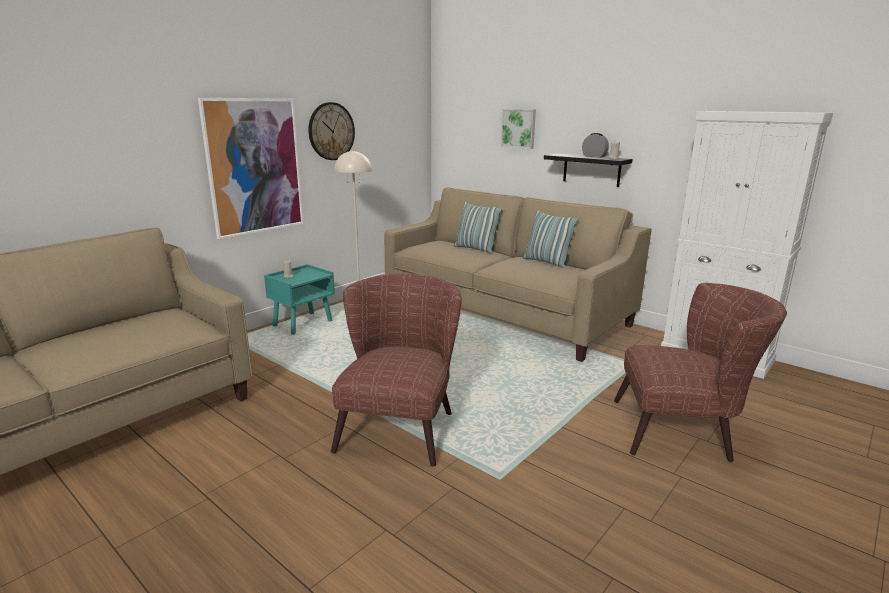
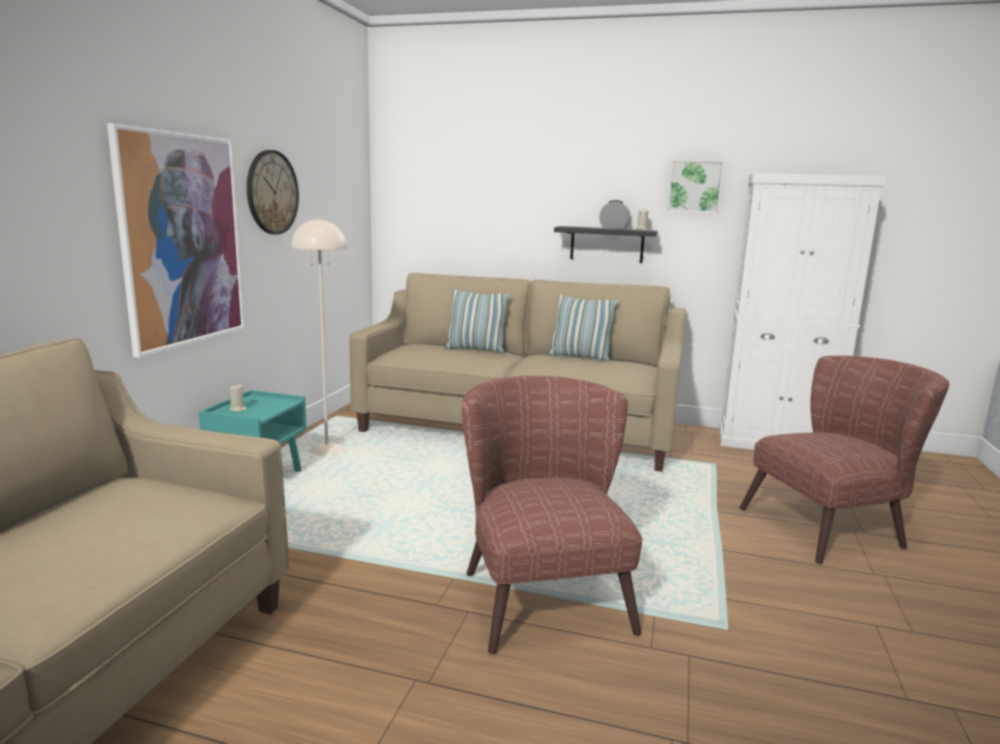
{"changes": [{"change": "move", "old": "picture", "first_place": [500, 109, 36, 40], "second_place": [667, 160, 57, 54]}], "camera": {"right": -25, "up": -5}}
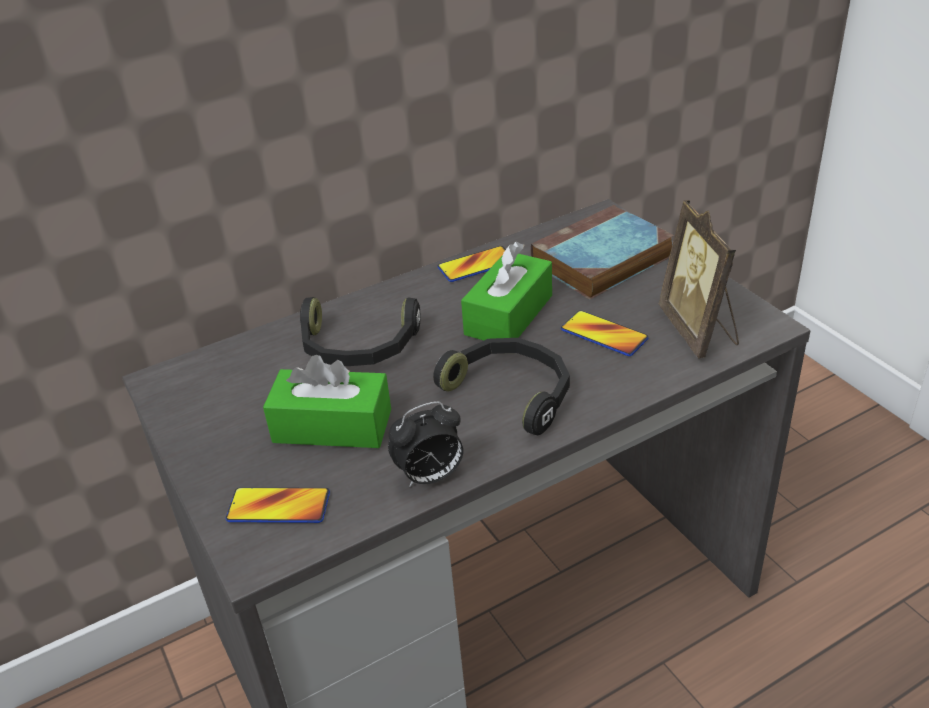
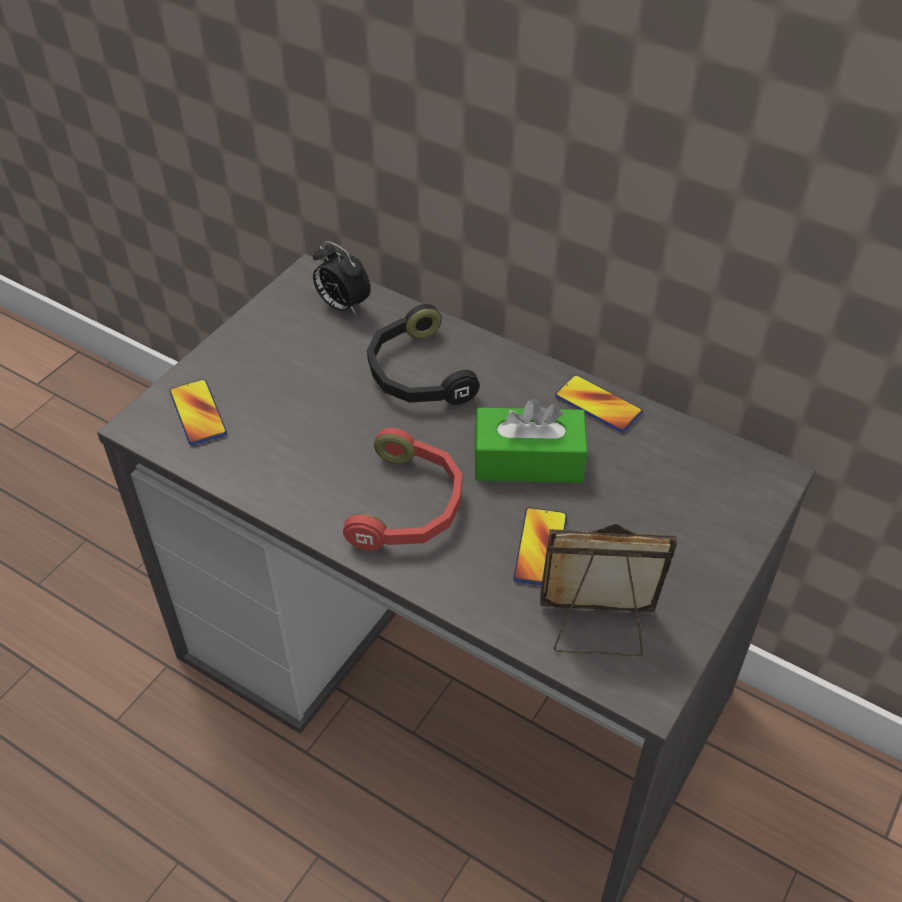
{"changes": [{"change": "move", "old": "alarm clock", "first_place": [388, 401, 75, 86], "second_place": [313, 241, 58, 74]}, {"change": "recolor", "old": "headphones/black", "new": "headphones/red", "first_place": [433, 338, 137, 97], "second_place": [343, 428, 119, 122]}, {"change": "rotate", "old": "picture frame", "first_place": [658, 200, 81, 158], "second_place": [540, 524, 137, 132], "degrees": 45}, {"change": "delete", "old": "tissue box/green", "first_place": [263, 355, 128, 93]}, {"change": "delete", "old": "book", "first_place": [531, 205, 143, 95]}], "camera": {"right": 60, "up": 10}}
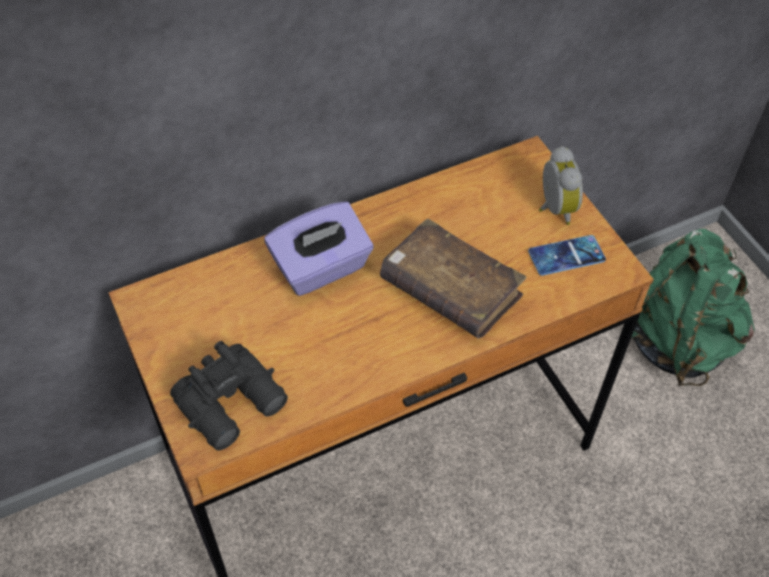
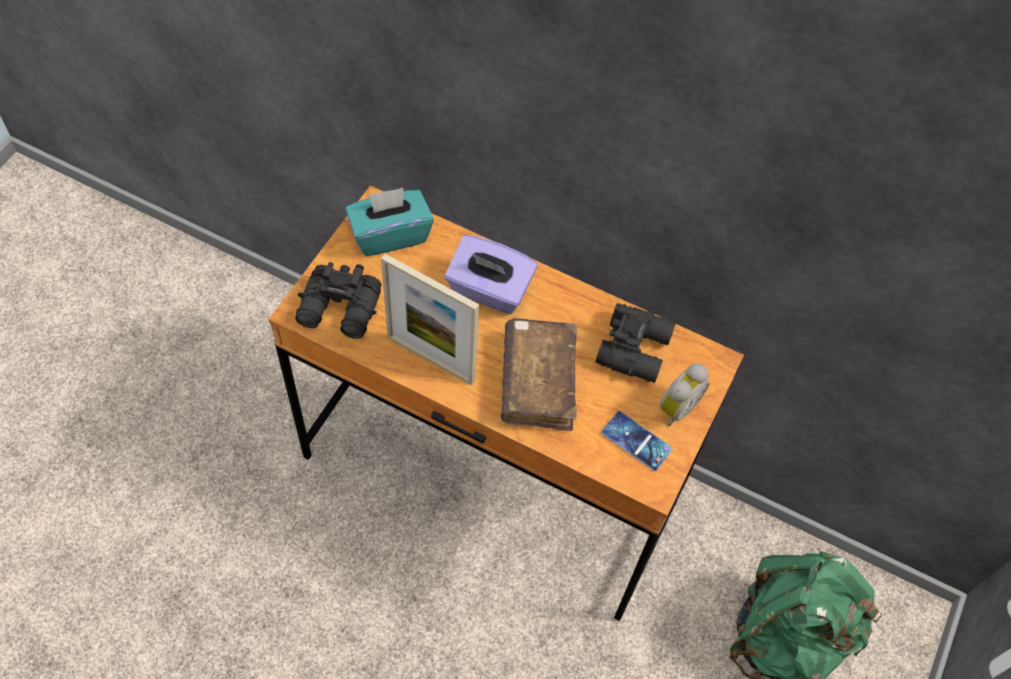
{"changes": [{"change": "insert", "new": "tissue box/turquoise", "second_place": [345, 188, 89, 68]}, {"change": "insert", "new": "picture frame", "second_place": [381, 254, 98, 131]}, {"change": "insert", "new": "binoculars/black", "second_place": [596, 303, 80, 80]}], "camera": {"right": 50, "up": 5}}
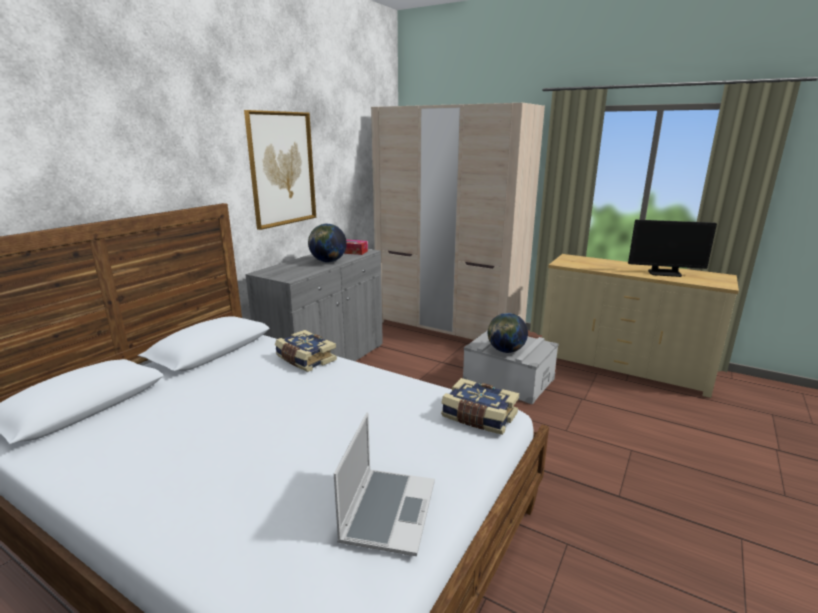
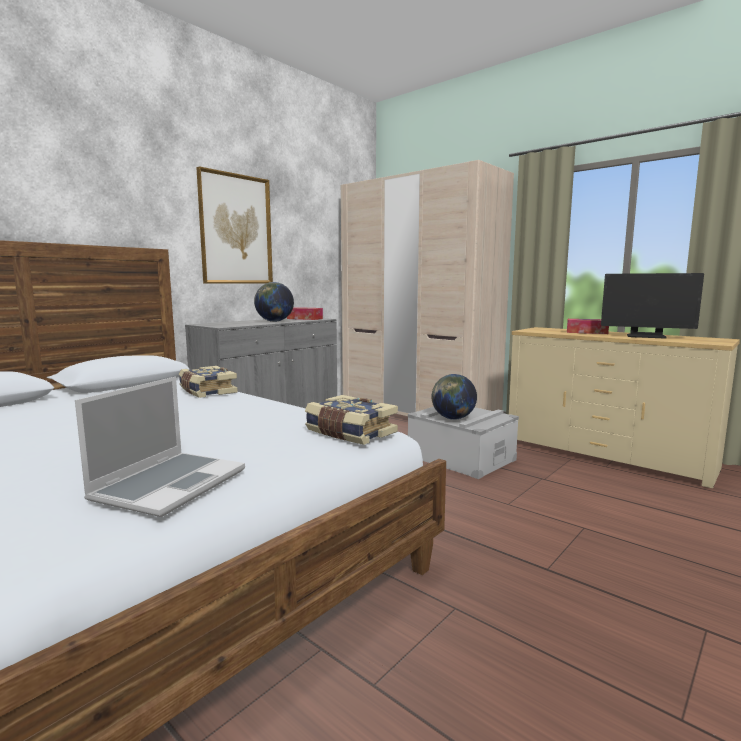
{"changes": [{"change": "insert", "new": "tissue box", "second_place": [567, 319, 42, 15]}], "camera": {"right": 10, "up": -10}}
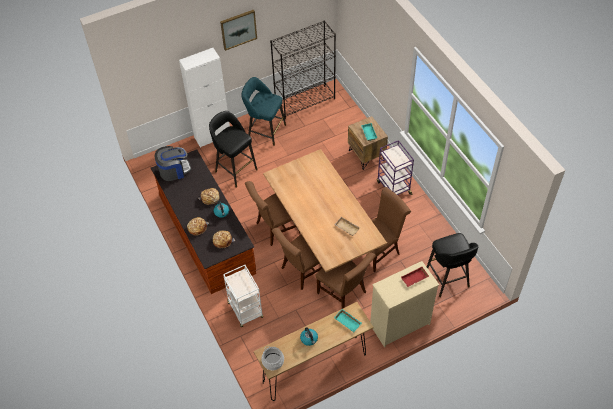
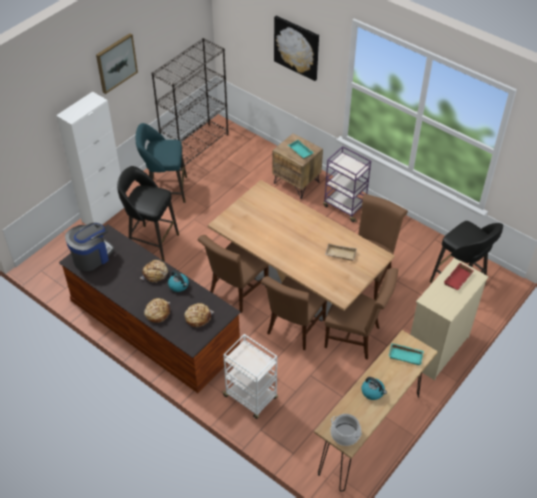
{"changes": [{"change": "insert", "new": "picture", "second_place": [274, 16, 45, 65]}], "camera": {"right": -25, "up": -5}}
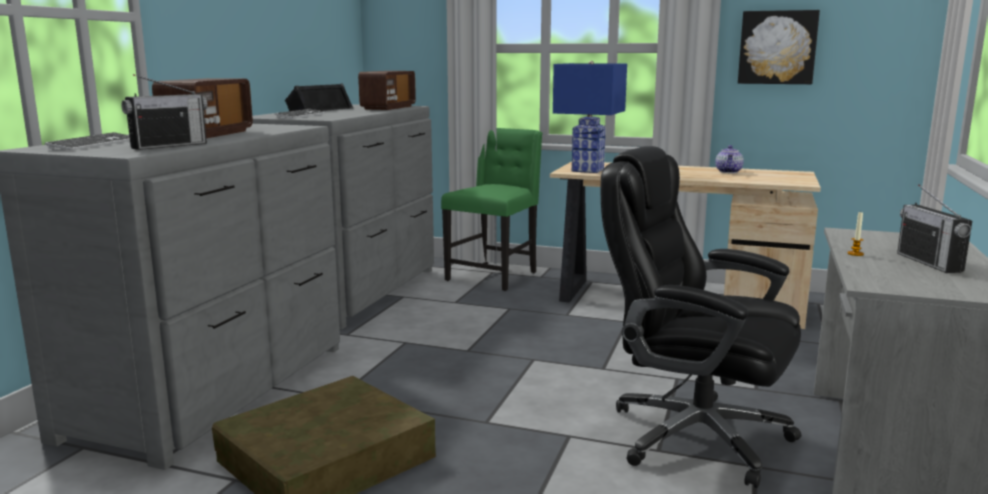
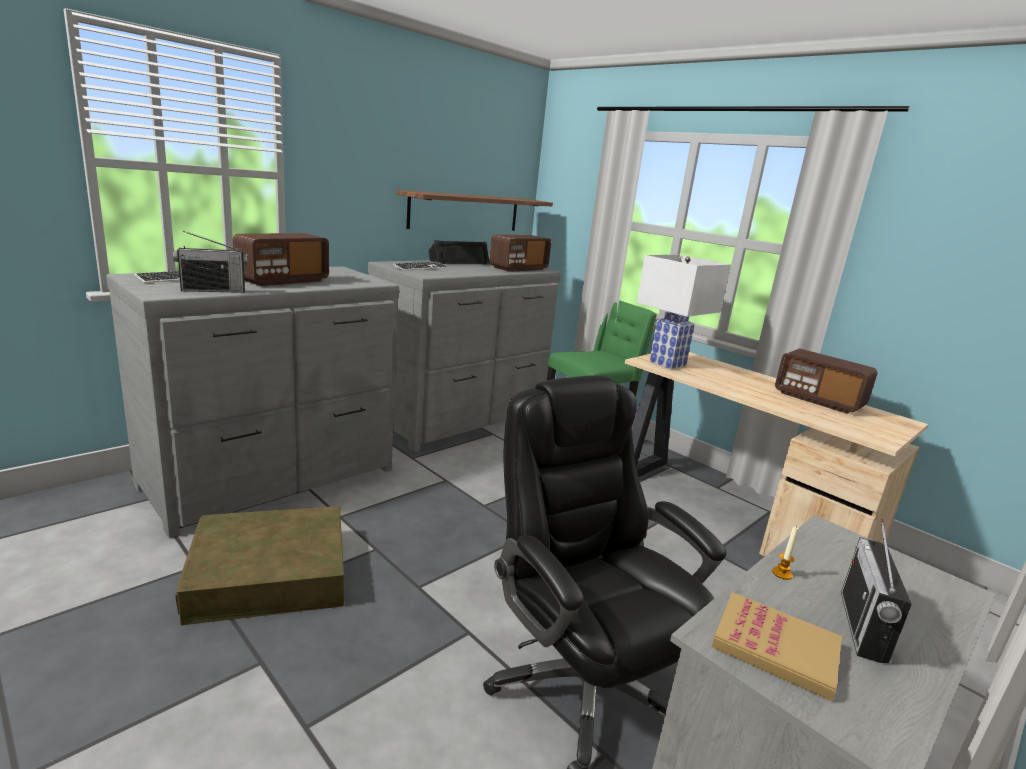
{"changes": [{"change": "insert", "new": "shelf", "second_place": [396, 190, 157, 41]}, {"change": "recolor", "old": "table lamp/blue", "new": "table lamp/white", "first_place": [553, 61, 74, 112], "second_place": [637, 255, 94, 114]}, {"change": "insert", "new": "book", "second_place": [712, 592, 130, 109]}, {"change": "replace", "old": "teapot", "new": "radio", "first_place": [715, 145, 29, 28], "second_place": [775, 349, 102, 65]}, {"change": "delete", "old": "picture", "first_place": [738, 10, 82, 74]}], "camera": {"right": 25, "up": 5}}
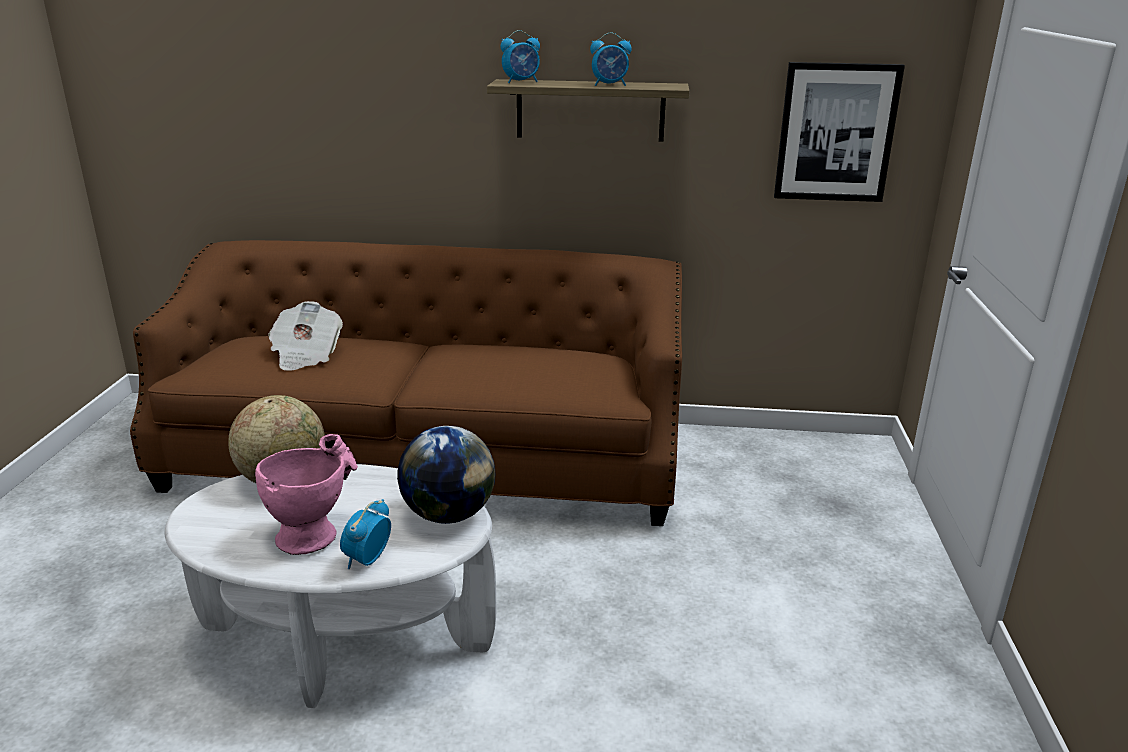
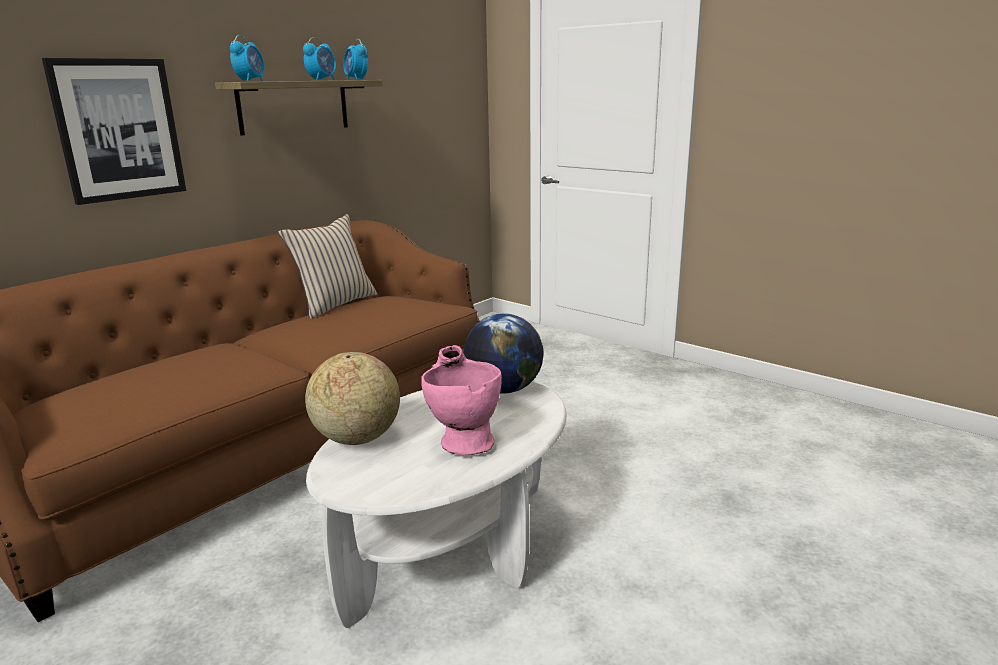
{"changes": [{"change": "move", "old": "picture", "first_place": [774, 62, 131, 140], "second_place": [42, 58, 144, 147]}, {"change": "insert", "new": "pillow/beige", "second_place": [278, 214, 99, 105]}, {"change": "move", "old": "alarm clock", "first_place": [340, 499, 51, 70], "second_place": [343, 39, 25, 41]}, {"change": "delete", "old": "newspaper", "first_place": [268, 301, 75, 70]}], "camera": {"right": -55, "up": -5}}
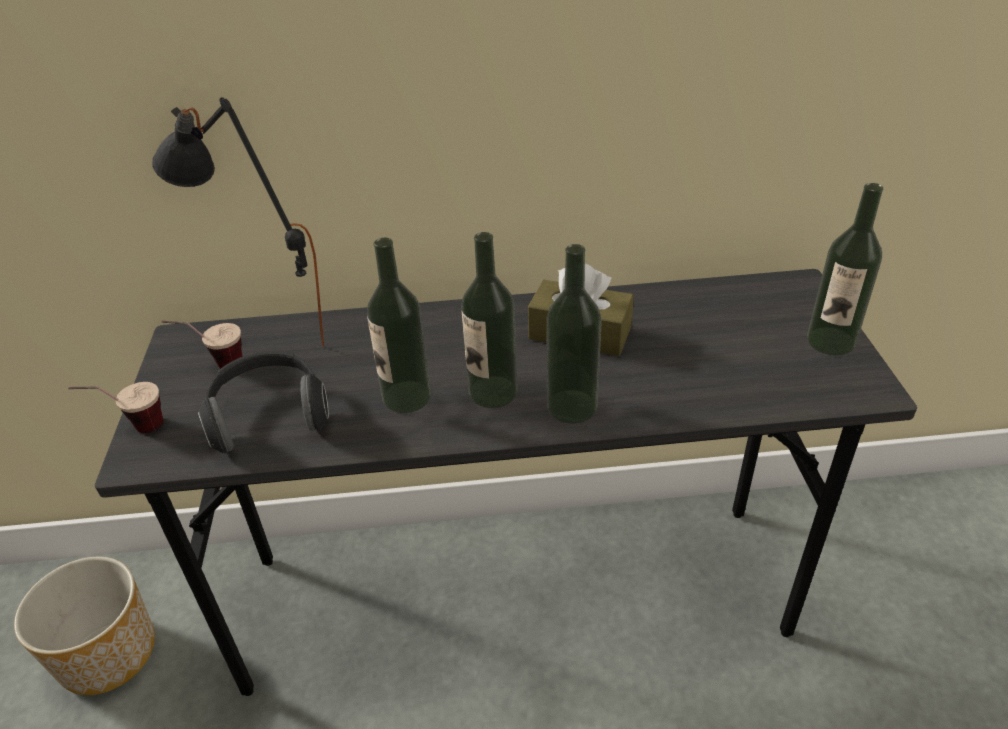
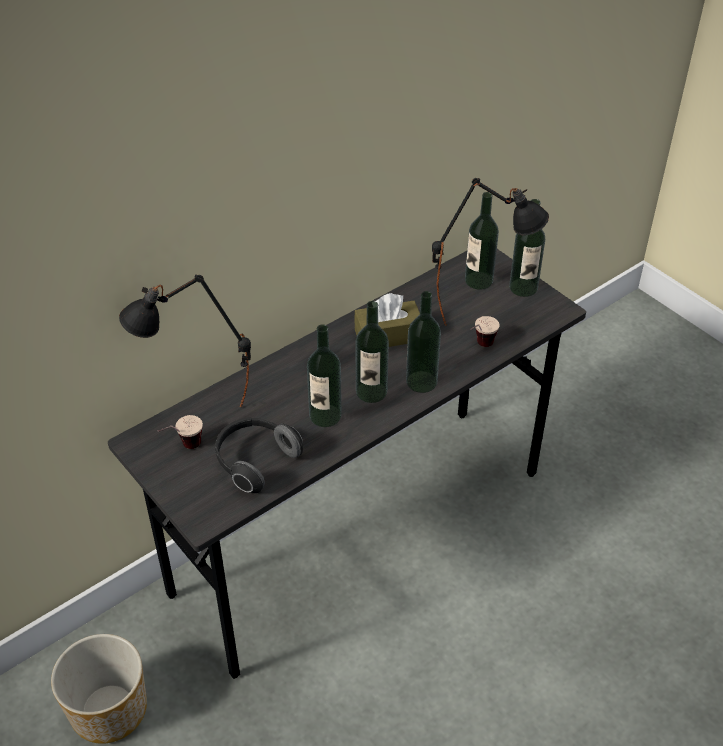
{"changes": [{"change": "insert", "new": "table lamp/black", "second_place": [432, 178, 117, 148]}, {"change": "insert", "new": "bottle", "second_place": [465, 192, 34, 98]}, {"change": "move", "old": "cup", "first_place": [68, 382, 96, 51], "second_place": [470, 316, 30, 31]}], "camera": {"right": -35, "up": 5}}
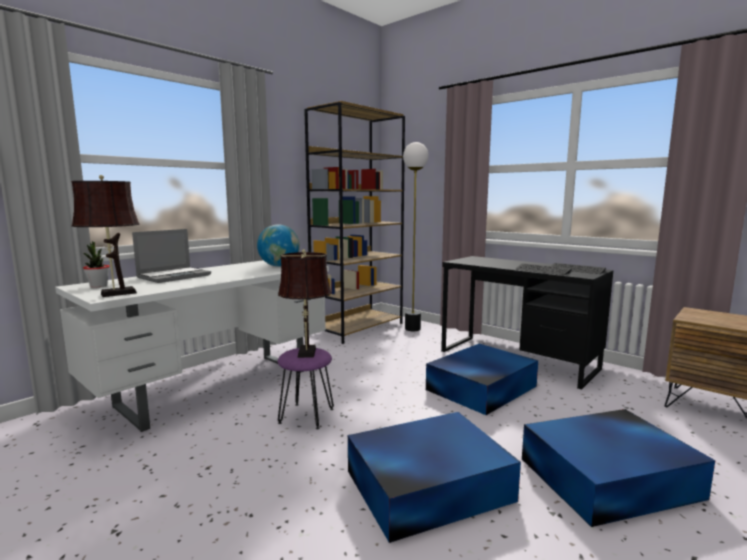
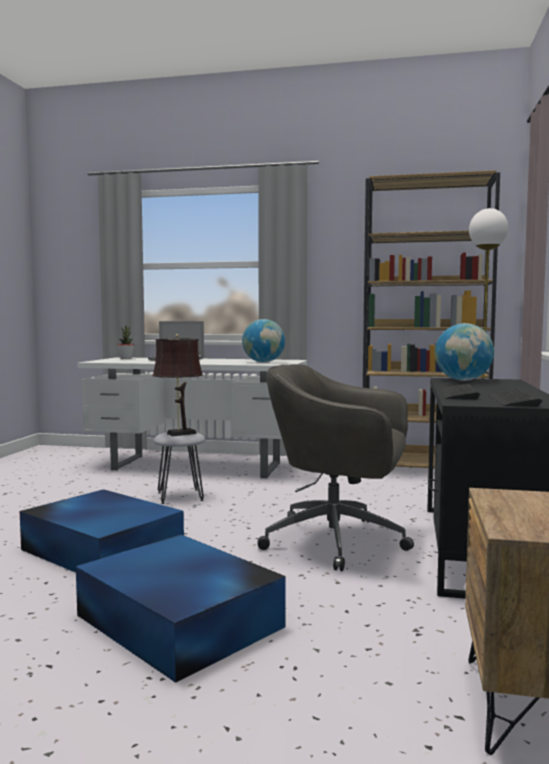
{"changes": [{"change": "recolor", "old": "stool/purple", "new": "stool/grey", "first_place": [278, 348, 56, 81], "second_place": [153, 432, 52, 72]}, {"change": "replace", "old": "storage box/blue", "new": "office chair/grey", "first_place": [426, 344, 112, 71], "second_place": [258, 364, 156, 207]}, {"change": "insert", "new": "globe", "second_place": [435, 323, 59, 58]}, {"change": "delete", "old": "table lamp/brown", "first_place": [71, 175, 68, 122]}], "camera": {"right": 60, "up": -5}}
